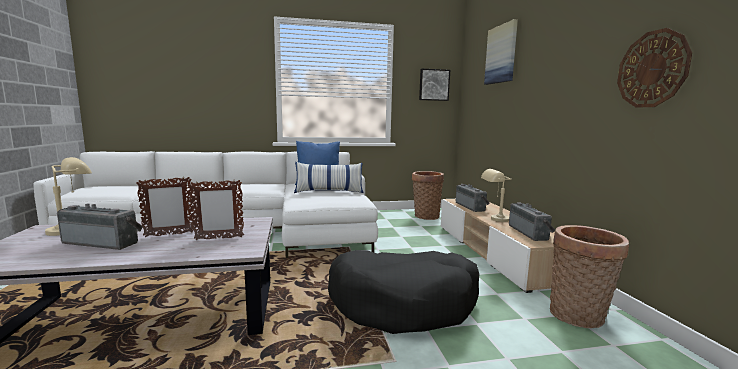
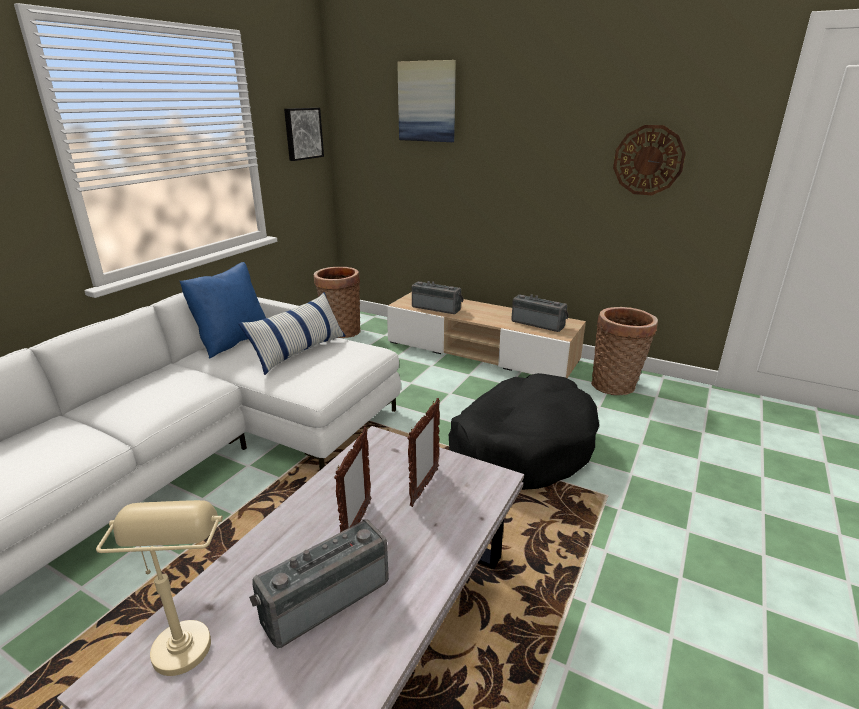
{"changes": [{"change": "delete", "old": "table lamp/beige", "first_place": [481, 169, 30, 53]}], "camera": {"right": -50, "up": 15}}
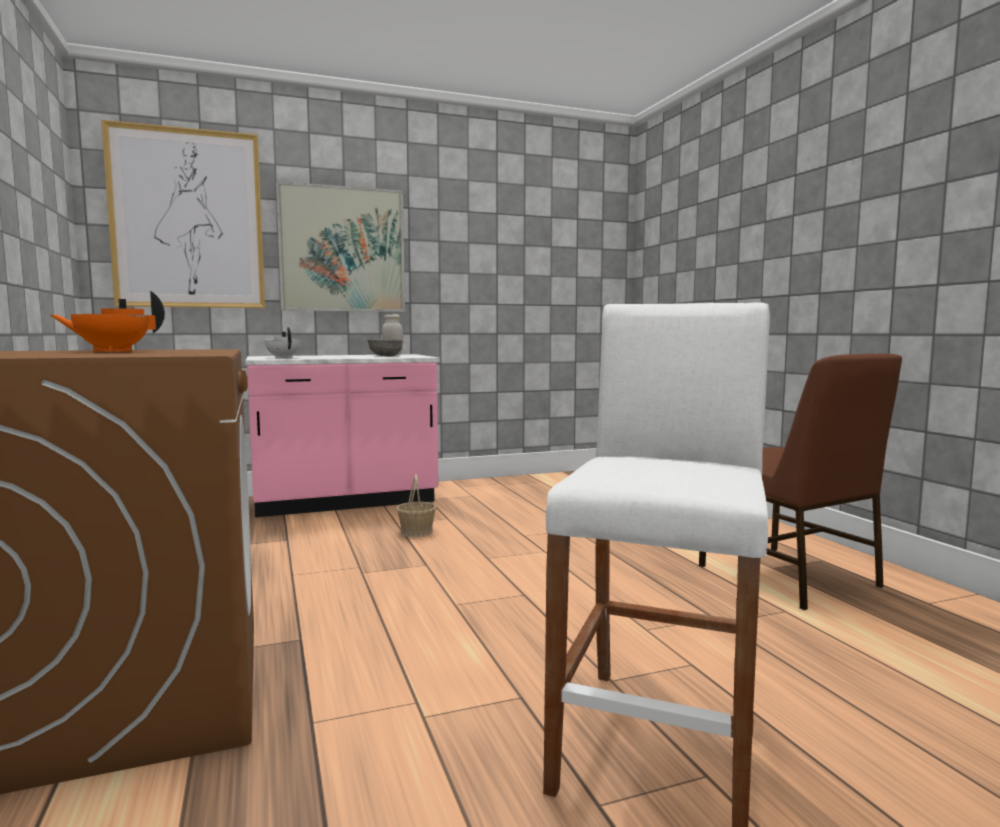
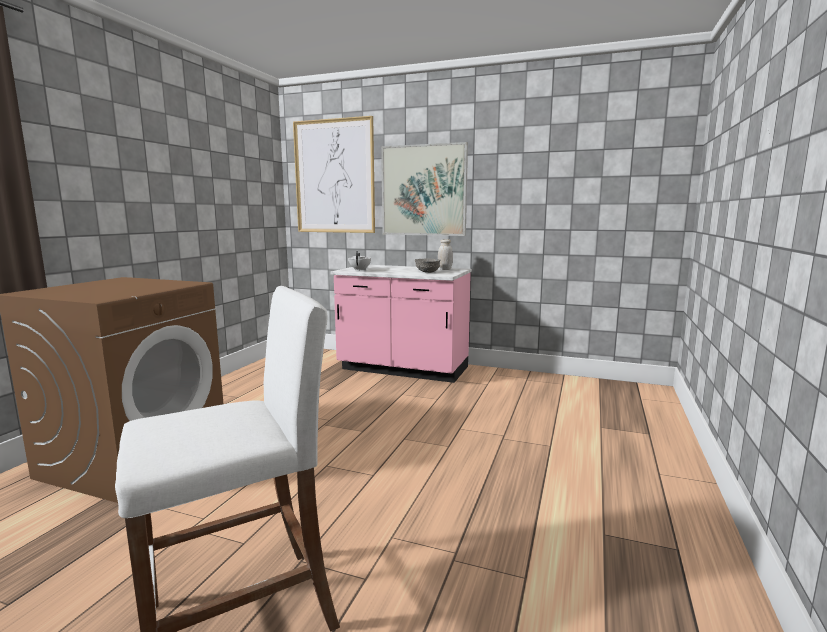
{"changes": [{"change": "delete", "old": "teapot/orange", "first_place": [50, 291, 115, 61]}, {"change": "delete", "old": "basket", "first_place": [396, 475, 41, 62]}, {"change": "delete", "old": "chair/brown", "first_place": [699, 354, 203, 256]}], "camera": {"right": 40, "up": 5}}
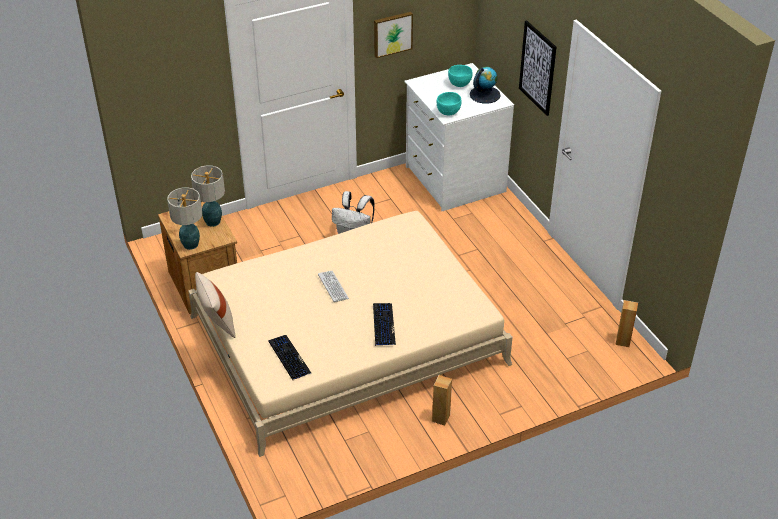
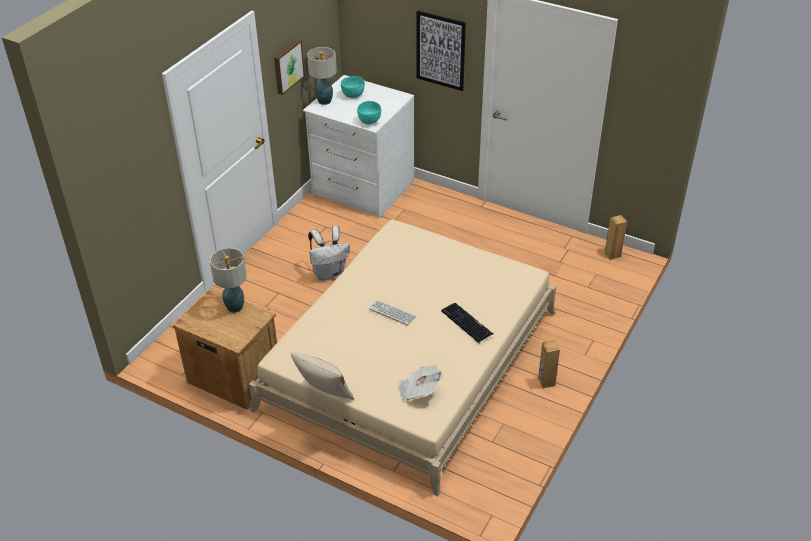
{"changes": [{"change": "move", "old": "table lamp", "first_place": [167, 187, 35, 63], "second_place": [307, 47, 30, 58]}, {"change": "replace", "old": "keyboard", "new": "newspaper", "first_place": [269, 335, 42, 45], "second_place": [397, 365, 46, 36]}, {"change": "delete", "old": "globe", "first_place": [470, 66, 31, 38]}], "camera": {"right": -35, "up": 0}}
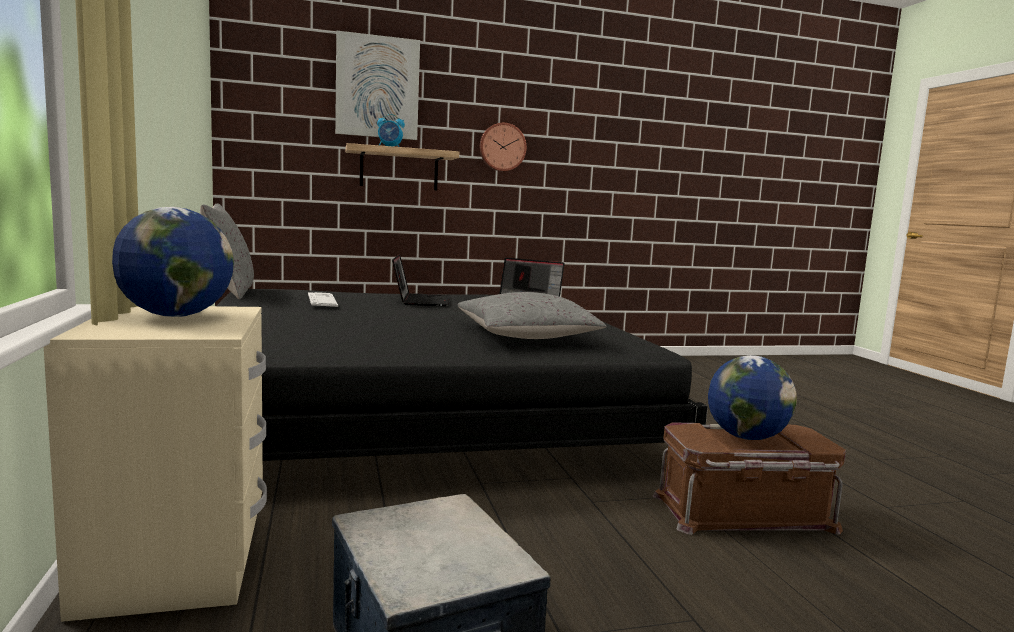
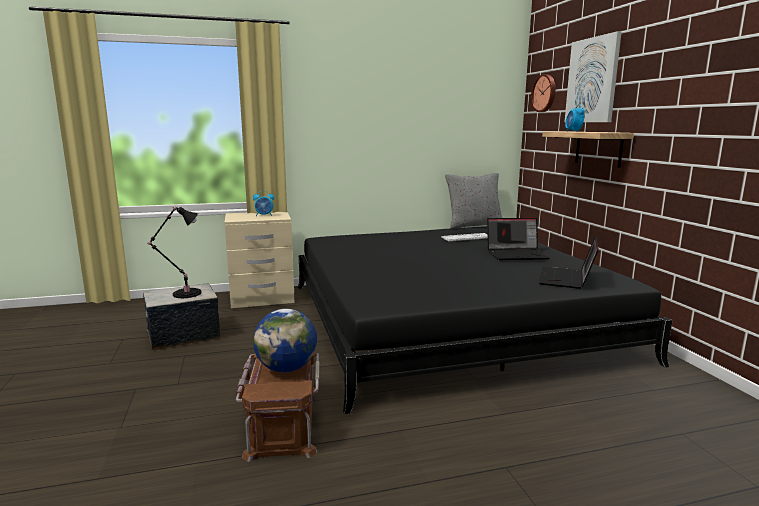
{"changes": [{"change": "insert", "new": "table lamp/black", "second_place": [148, 207, 54, 91]}, {"change": "replace", "old": "globe", "new": "alarm clock", "first_place": [112, 207, 122, 110], "second_place": [253, 191, 21, 25]}, {"change": "move", "old": "wall clock", "first_place": [480, 123, 47, 48], "second_place": [531, 74, 25, 38]}, {"change": "delete", "old": "pillow/grey", "first_place": [458, 292, 149, 47]}], "camera": {"right": 90, "up": 5}}
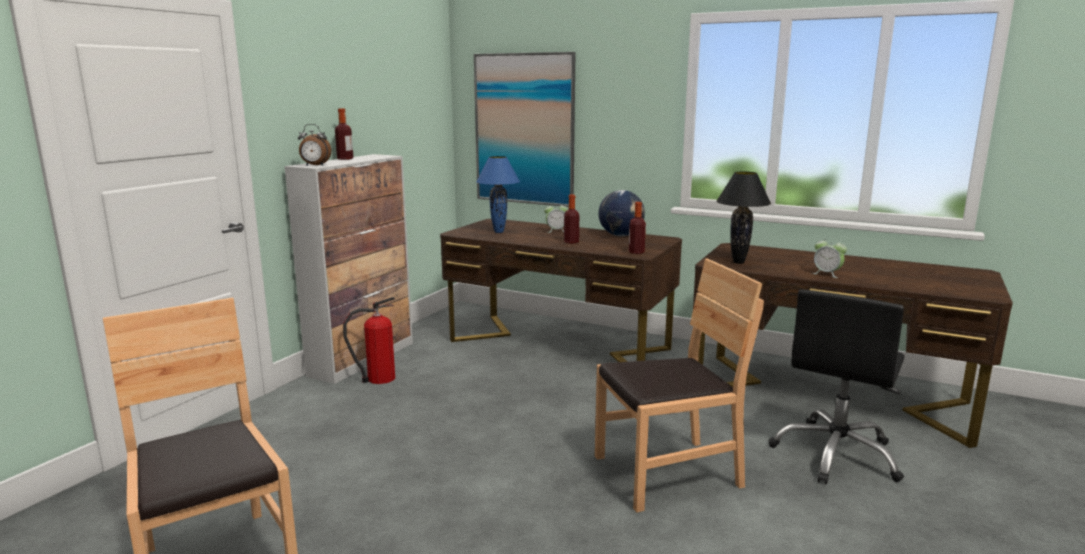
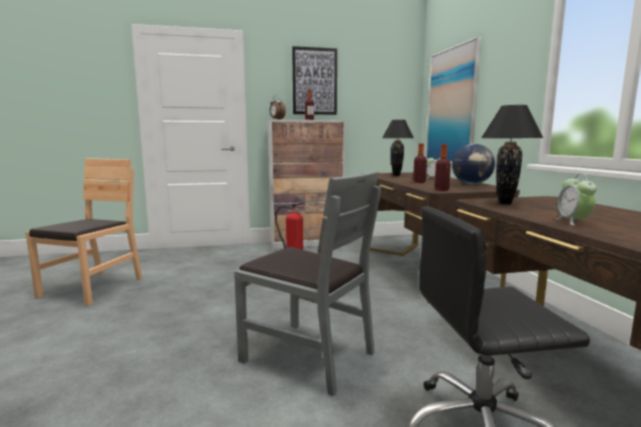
{"changes": [{"change": "recolor", "old": "chair/brown", "new": "chair/grey", "first_place": [595, 259, 169, 254], "second_place": [234, 171, 147, 225]}, {"change": "insert", "new": "picture", "second_place": [292, 46, 45, 69]}, {"change": "recolor", "old": "table lamp/blue", "new": "table lamp/black", "first_place": [476, 156, 44, 77], "second_place": [382, 120, 32, 56]}], "camera": {"right": 50, "up": -5}}
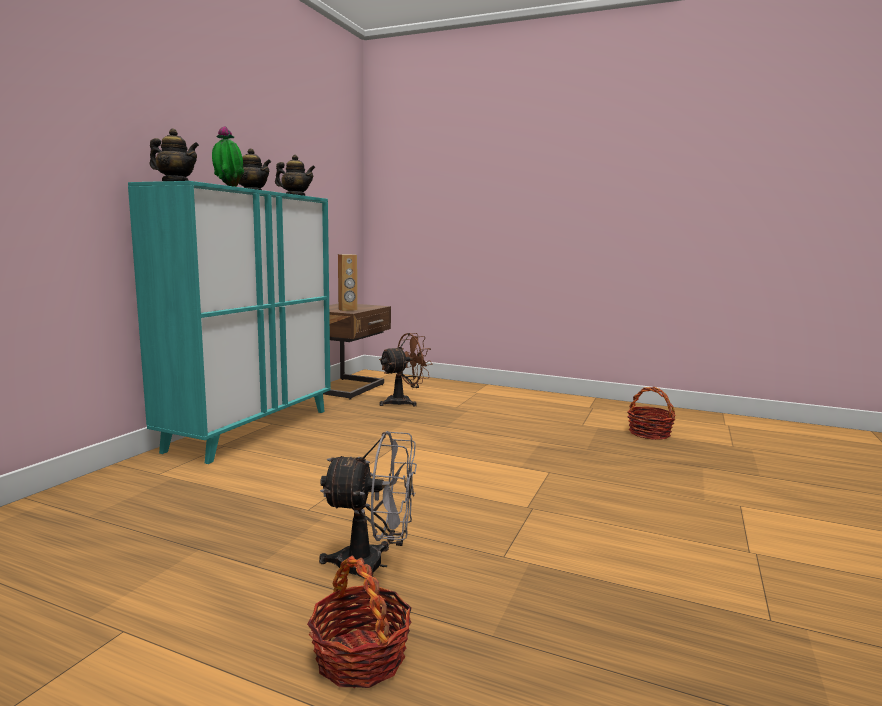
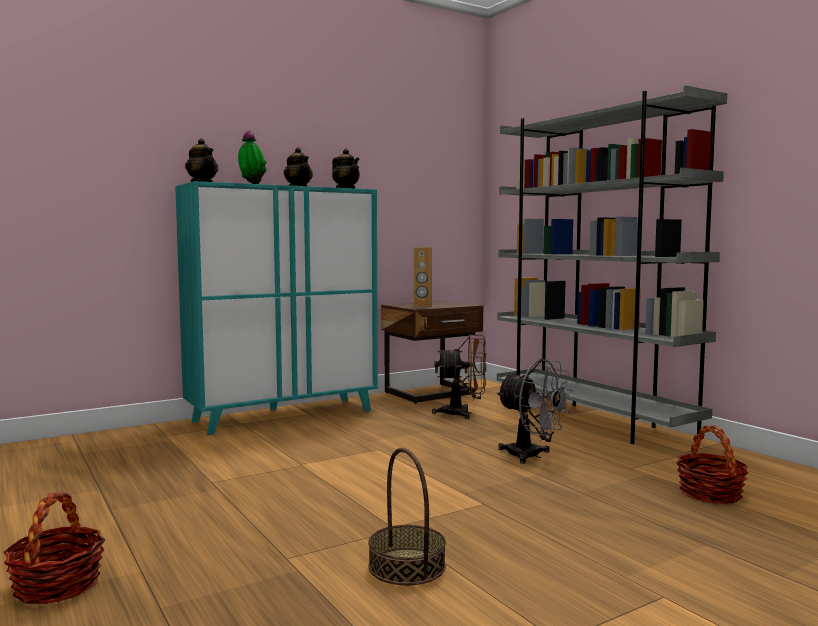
{"changes": [{"change": "insert", "new": "basket", "second_place": [368, 448, 78, 137]}, {"change": "move", "old": "fan/grey", "first_place": [319, 431, 98, 154], "second_place": [496, 359, 77, 105]}, {"change": "insert", "new": "bookcase/grey", "second_place": [497, 85, 230, 359]}], "camera": {"right": 35, "up": -5}}
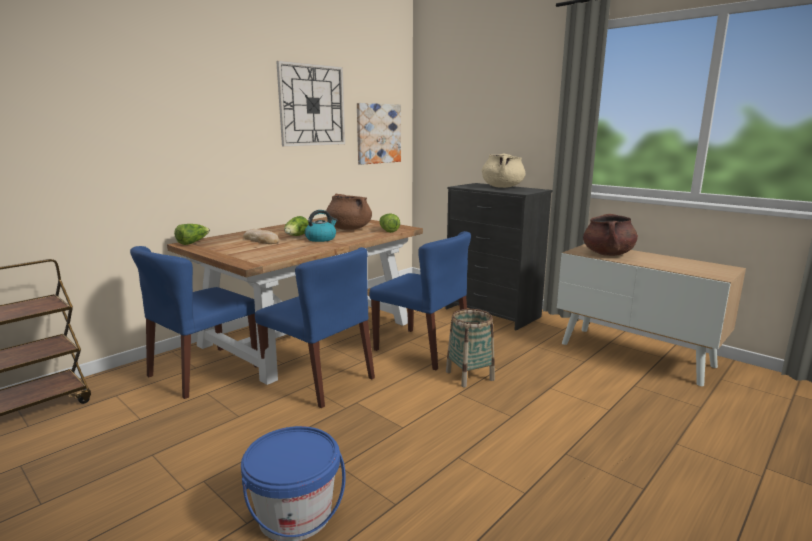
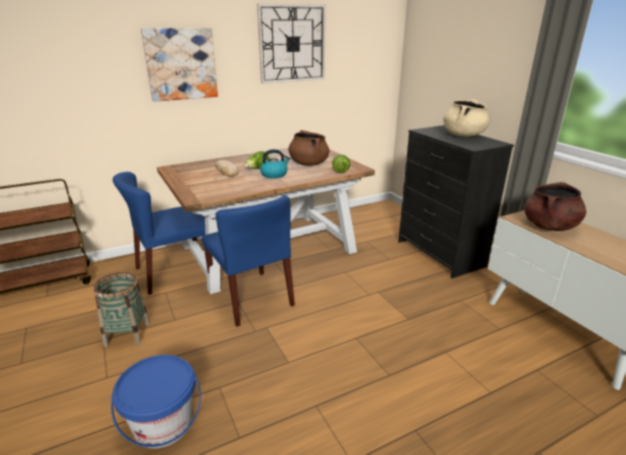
{"changes": [{"change": "move", "old": "basket", "first_place": [446, 309, 49, 78], "second_place": [94, 272, 56, 75]}, {"change": "move", "old": "picture", "first_place": [357, 103, 44, 62], "second_place": [141, 28, 77, 74]}, {"change": "delete", "old": "lettuce", "first_place": [174, 224, 36, 21]}, {"change": "delete", "old": "chair/blue", "first_place": [369, 231, 102, 139]}], "camera": {"right": 20, "up": 10}}
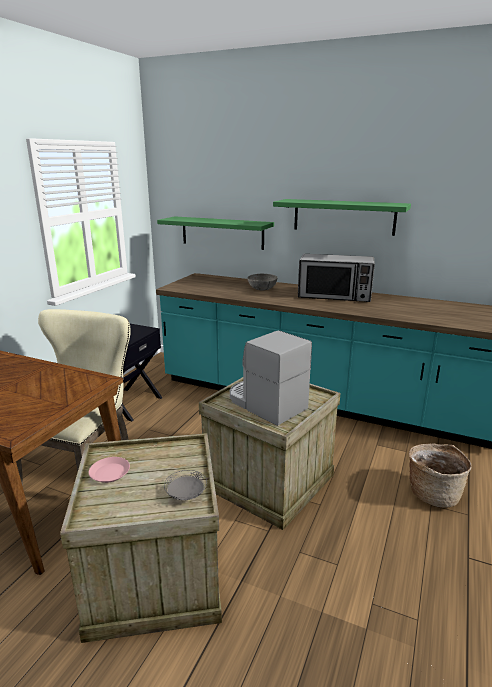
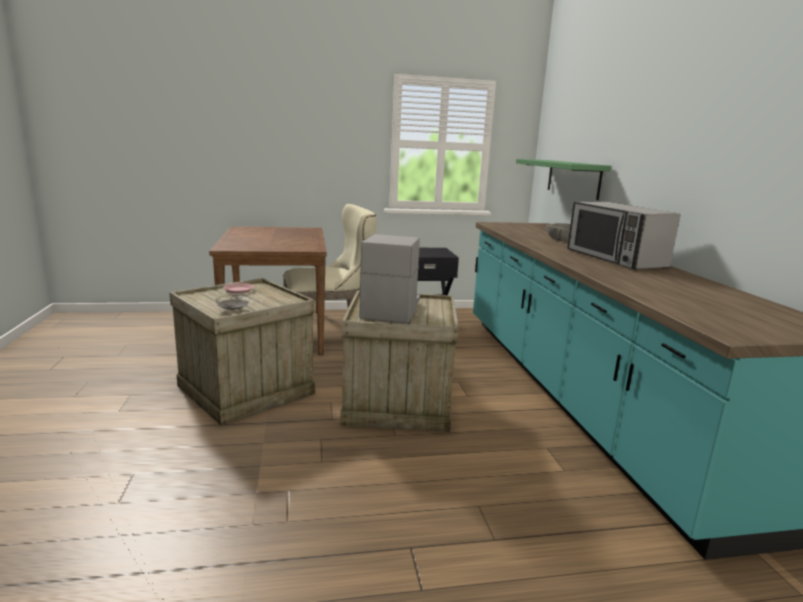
{"changes": [{"change": "delete", "old": "shelf/green", "first_place": [273, 199, 138, 37]}, {"change": "delete", "old": "basket", "first_place": [409, 443, 63, 65]}], "camera": {"right": 55, "up": -5}}
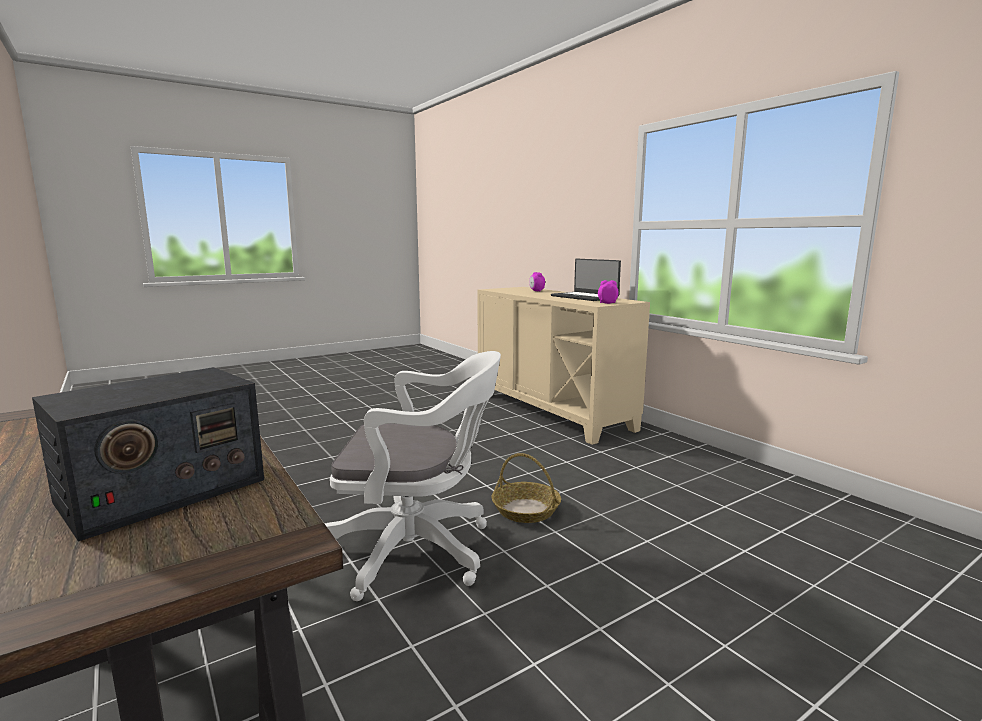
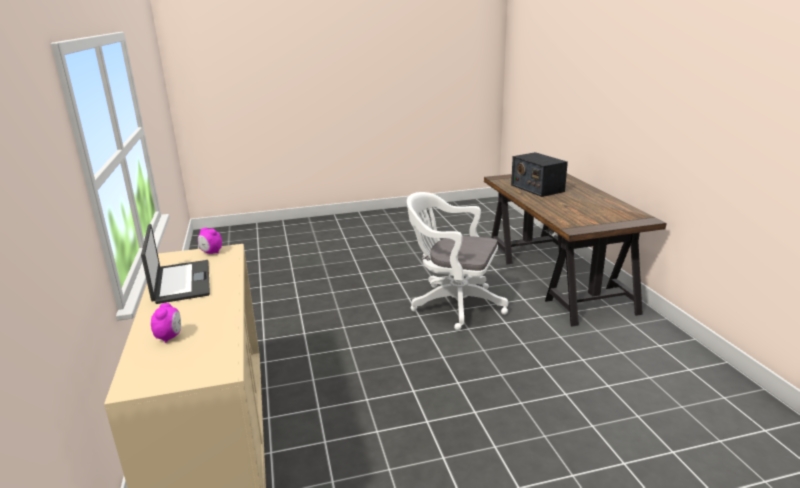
{"changes": [{"change": "rotate", "old": "radio", "first_place": [32, 367, 232, 175], "second_place": [511, 152, 57, 45], "degrees": -90}, {"change": "delete", "old": "basket", "first_place": [491, 453, 70, 70]}], "camera": {"right": -160, "up": 10}}
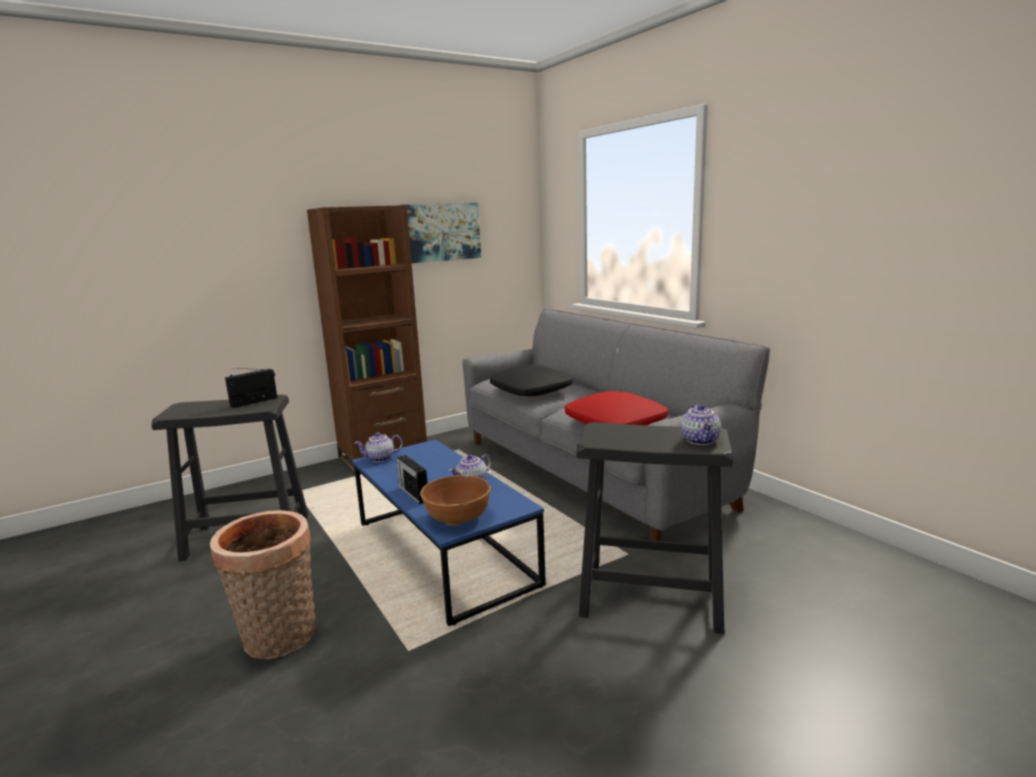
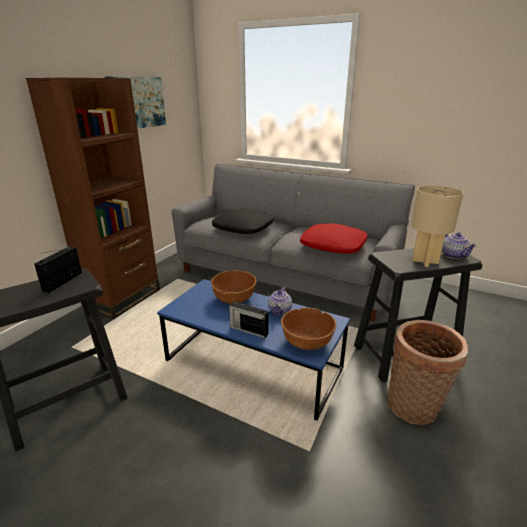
{"changes": [{"change": "insert", "new": "bowl/brown", "second_place": [211, 270, 45, 34]}, {"change": "move", "old": "basket", "first_place": [210, 510, 106, 149], "second_place": [388, 320, 80, 105]}, {"change": "insert", "new": "table lamp/beige", "second_place": [411, 185, 52, 82]}, {"change": "delete", "old": "teapot", "first_place": [355, 432, 48, 30]}], "camera": {"right": -30, "up": 10}}
